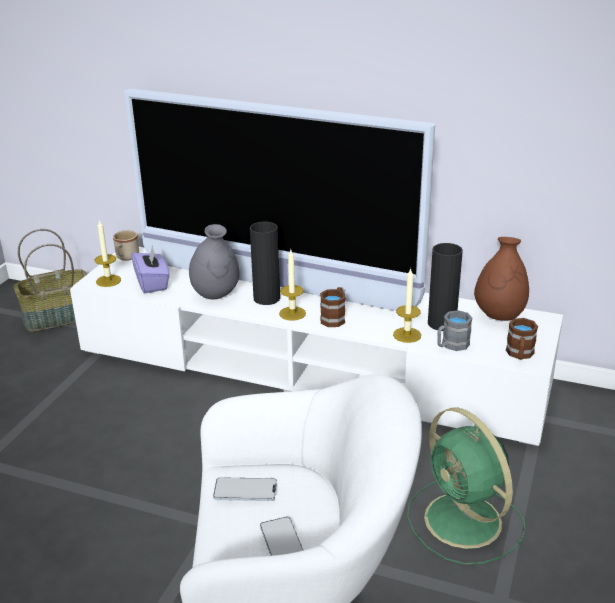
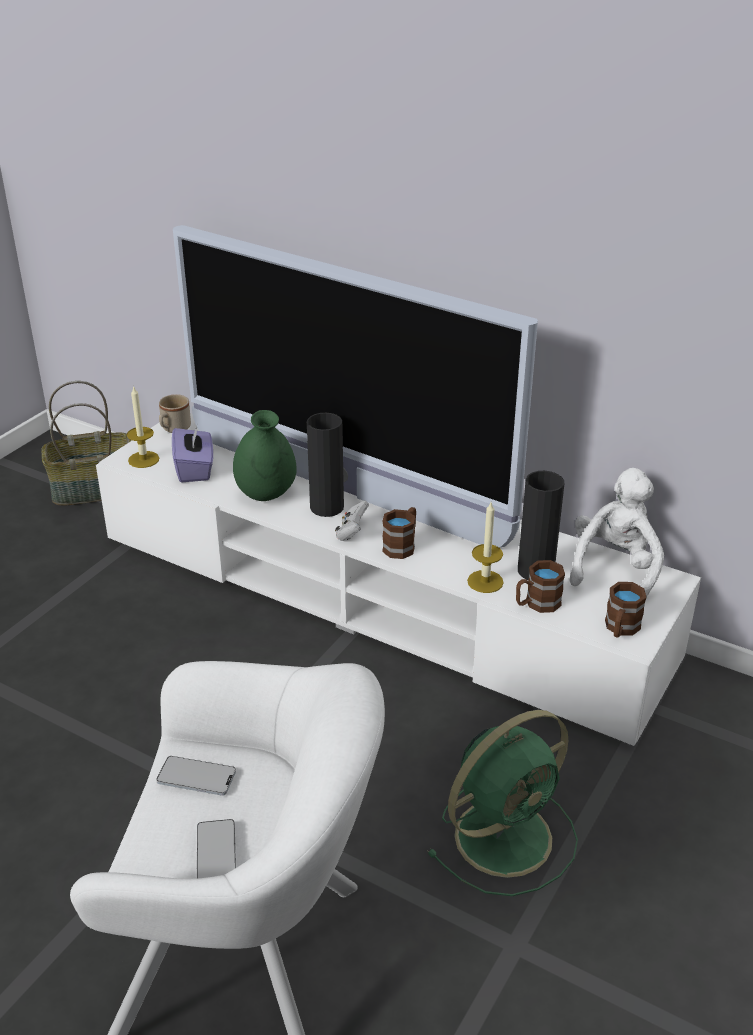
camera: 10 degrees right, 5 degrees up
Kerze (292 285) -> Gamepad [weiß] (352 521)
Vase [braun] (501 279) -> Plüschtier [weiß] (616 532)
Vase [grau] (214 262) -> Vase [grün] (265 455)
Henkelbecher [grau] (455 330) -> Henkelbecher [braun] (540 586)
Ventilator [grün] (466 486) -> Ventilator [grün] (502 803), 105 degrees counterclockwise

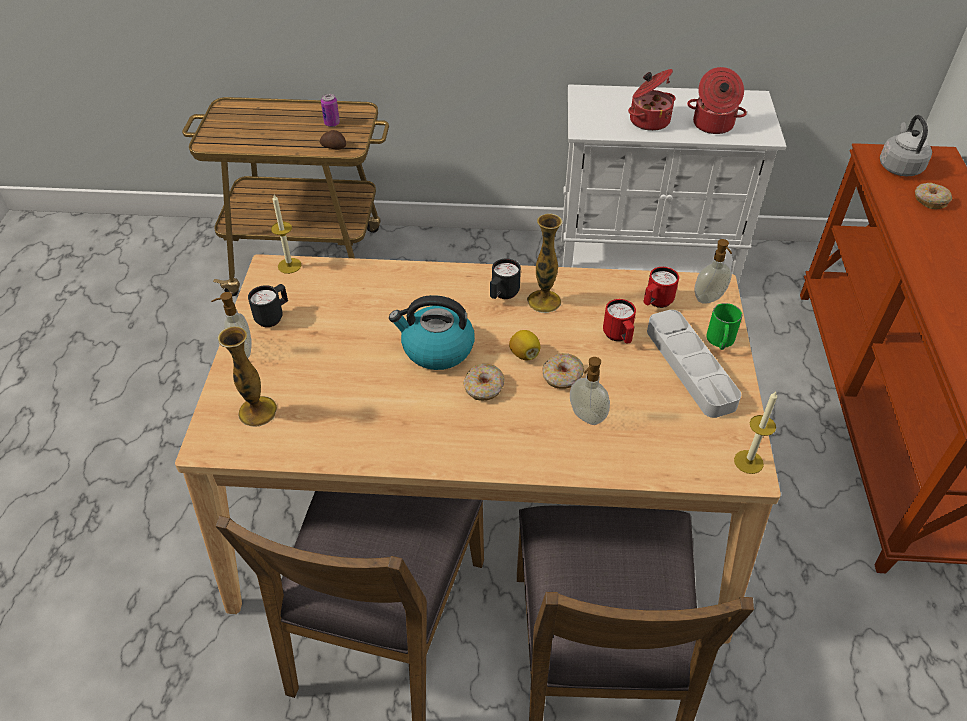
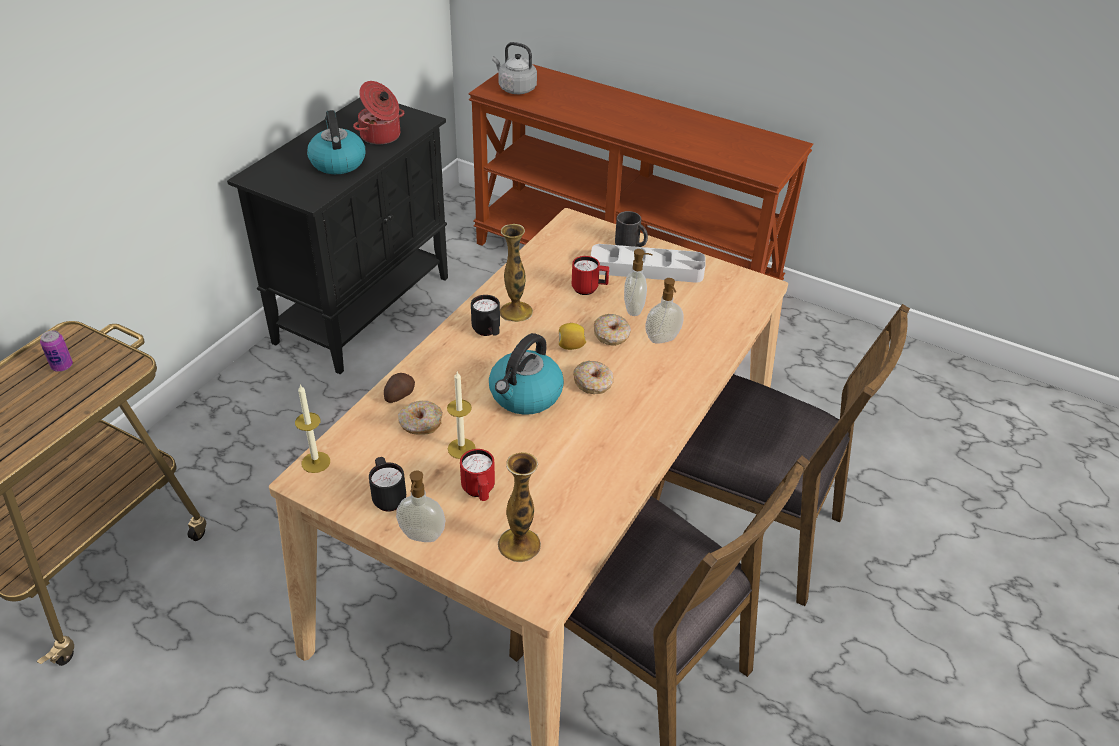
camera: 65 degrees left, 5 degrees down
Kartoffel (333 140) -> Kartoffel (399 388), moved
Henkelbecher [rot] (661 287) -> Henkelbecher [rot] (477 475), moved
Seifenspender (713 271) -> Seifenspender (638 282), moved
Kerze (755 432) -> Kerze (461 415), moved
Donut (933 196) -> Donut (420 418), moved
Kochtopf (652 100) -> Wasserkessel (336 142)
Schrank [weiß] (673 184) -> Schrank [schwarz] (337 236)
Henkelbecher [grün] (724 326) -> Henkelbecher [schwarz] (631 229)

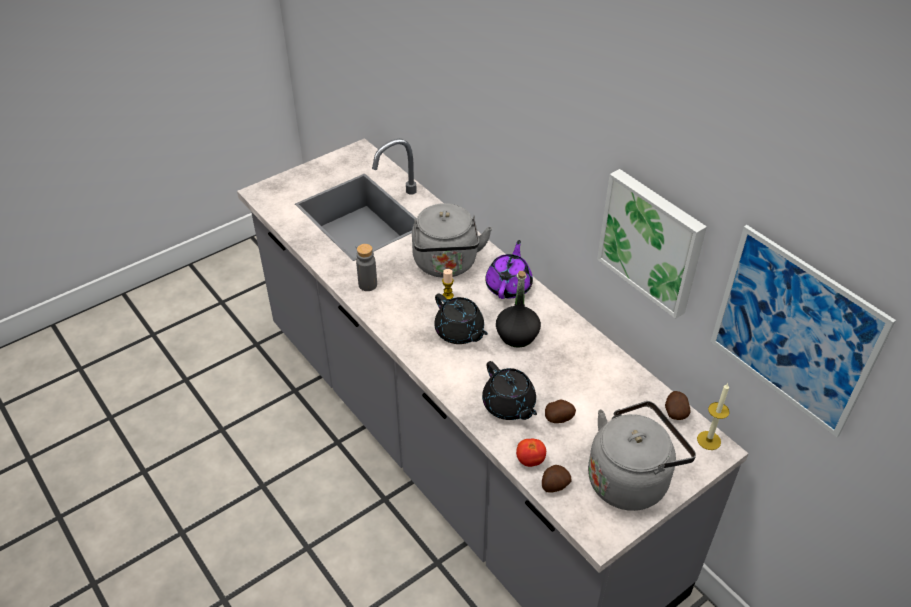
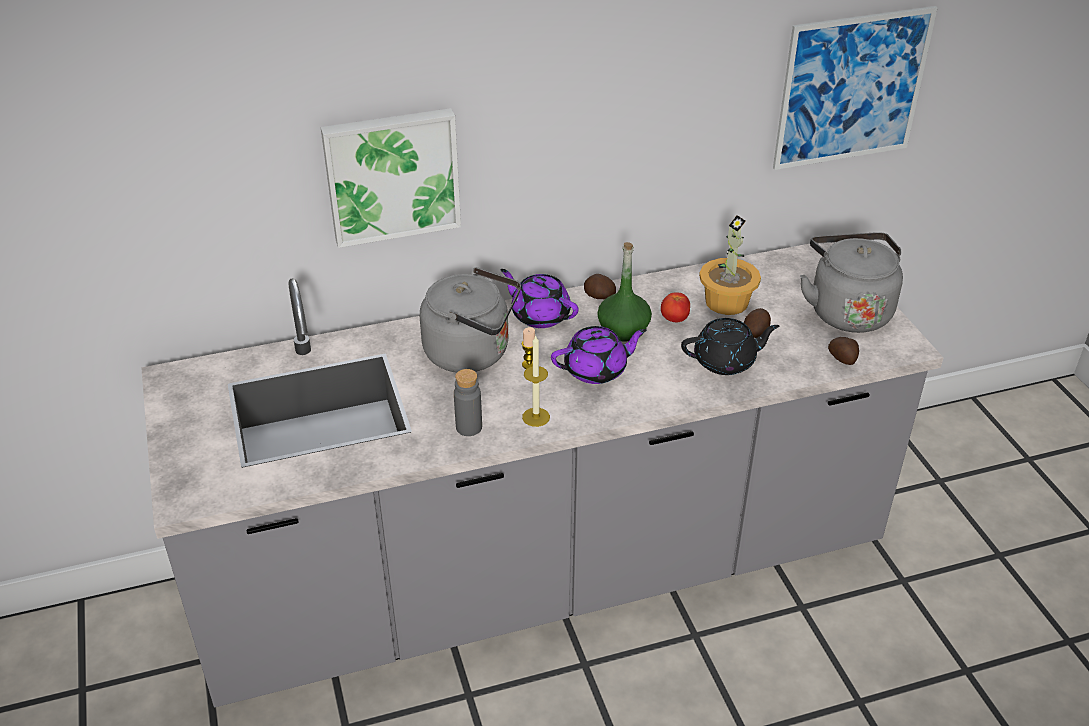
camera: 70 degrees left, 5 degrees down
none -> Topfpflanze (730 265)
Tomate (531 452) -> Tomate (675 307), moved
Bild (652 244) -> Bild (391 178), moved
Kartoffel (677 405) -> Kartoffel (600 287), moved
Kerze (713 416) -> Kerze (536 381), moved
Teekanne [schwarz] (461 318) -> Teekanne [lila] (599 355)
Flasche [schwarz] (518 309) -> Flasche [grün] (624 292)

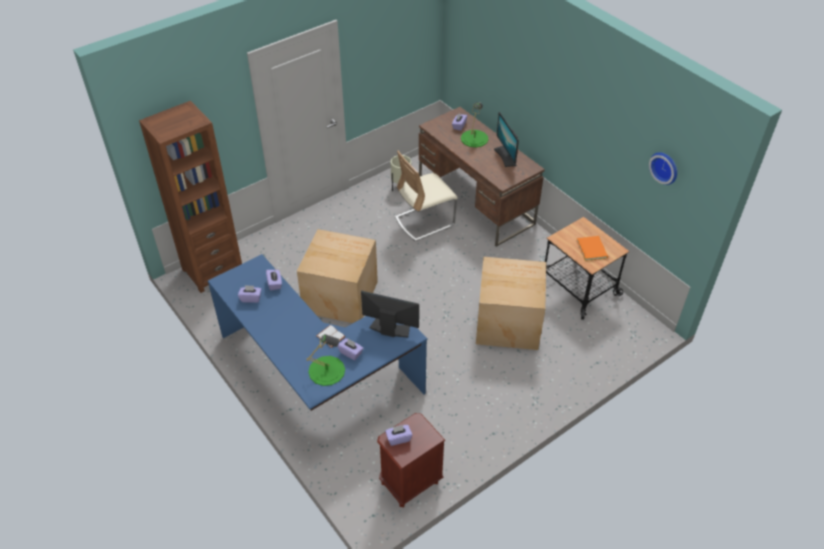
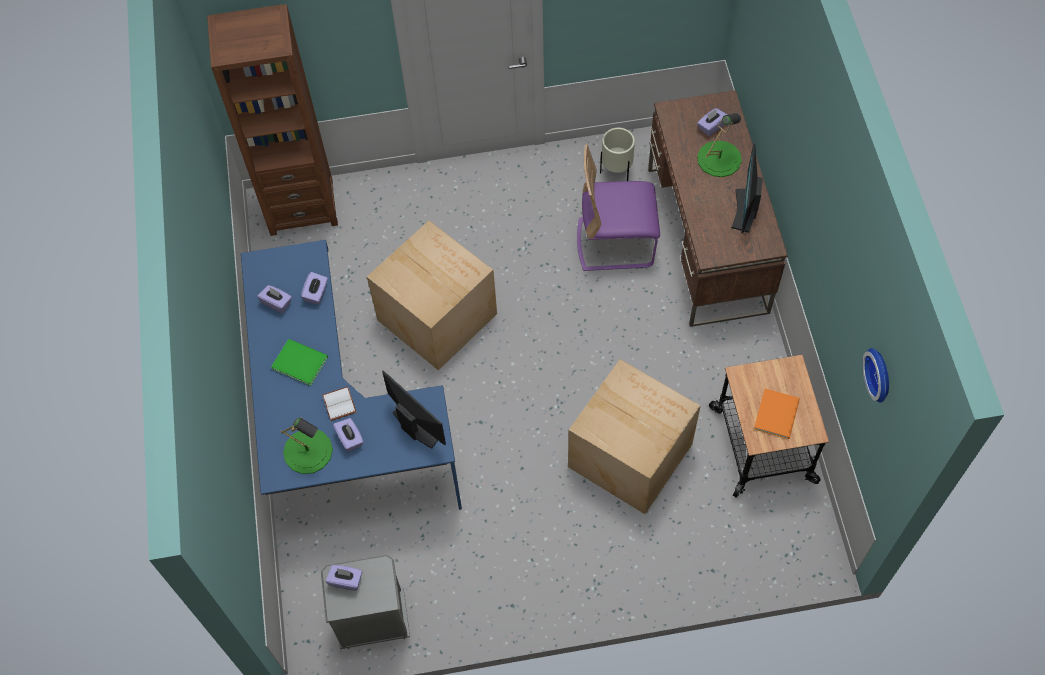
camera: 30 degrees right, 15 degrees up
none -> Buch [grün] (299 362)
Nachttisch [braun] (411 460) -> Nachttisch [grau] (365 602)
Stuhl [beige] (426 195) -> Stuhl [lila] (618 207)

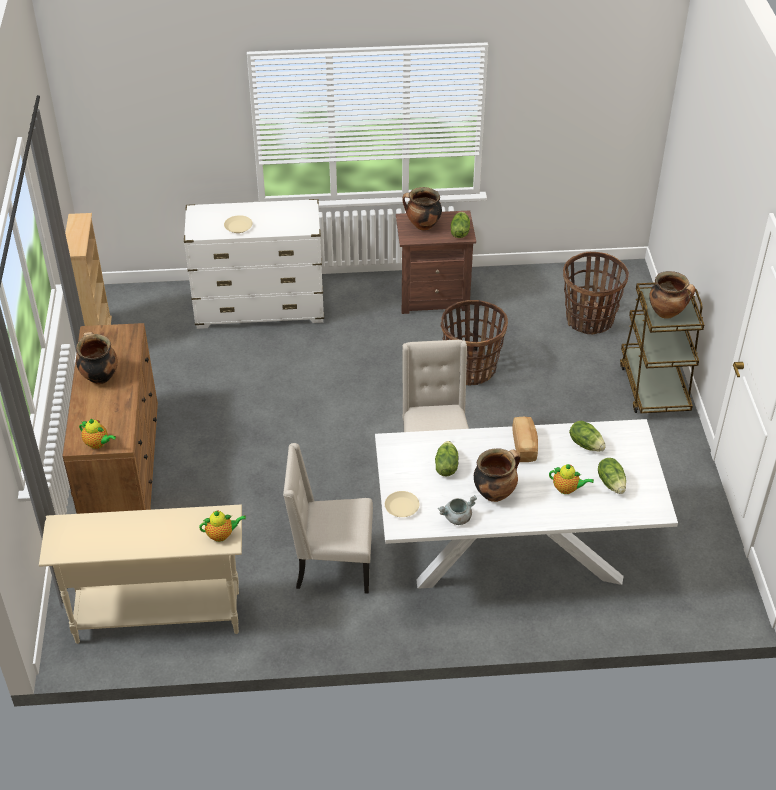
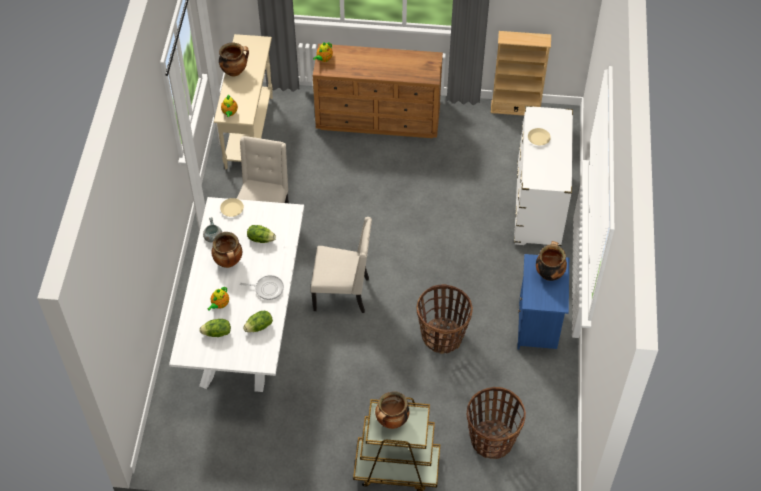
camera: 100 degrees right, 10 degrees up
Salatkopf (460 225) -> none
Kochtopf (97 358) -> Kochtopf (234 60), moved
Brot (525 439) -> Pfanne (262 287)
Nachttisch [braun] (436 262) -> Nachttisch [blau] (543 302)

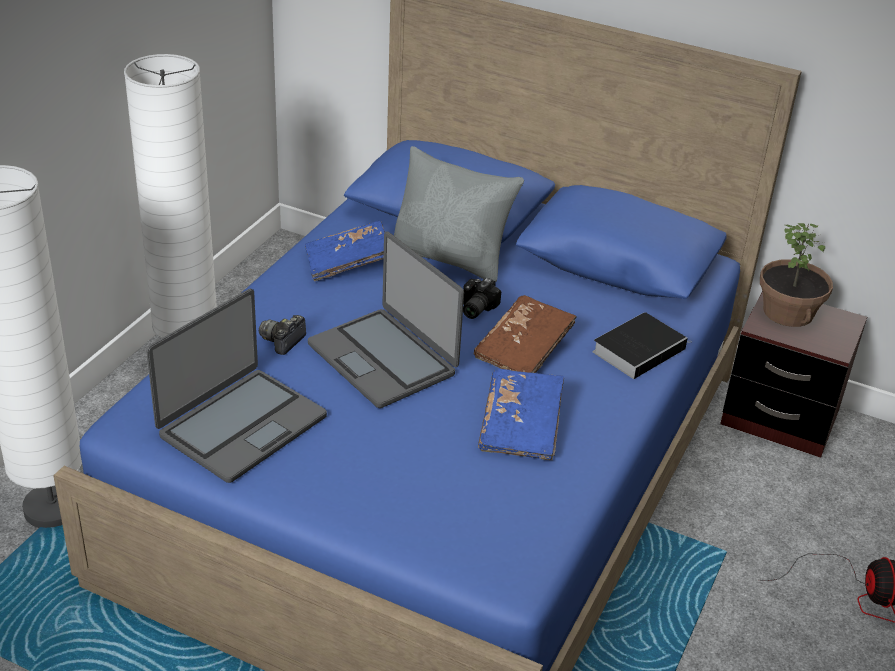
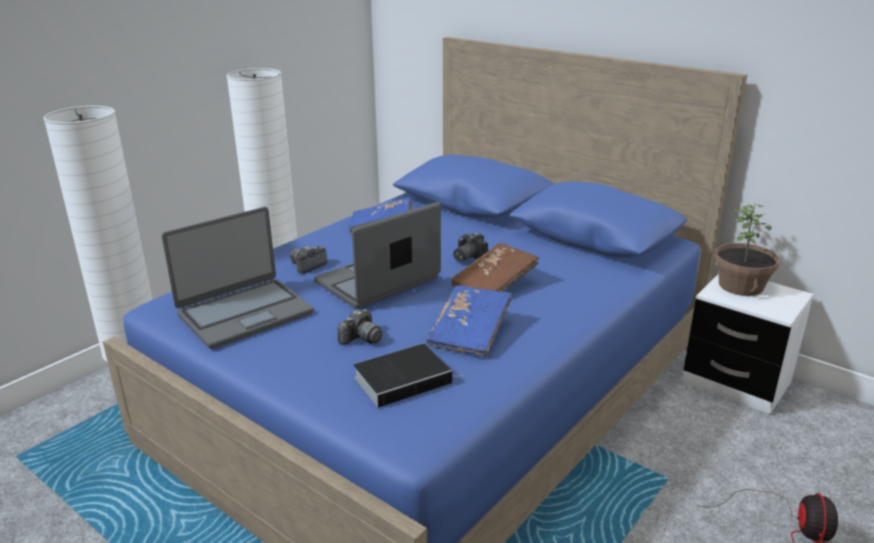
camera: 15 degrees right, 10 degrees down
Kissen [grau] (459 214) -> none
none -> Kamera (359 327)
Buch (642 345) -> Buch (408 376), moved
Nachttisch [braun] (793 374) -> Nachttisch [weiß] (748 344)
Laptop (386 319) -> Laptop (377 255), 75 degrees clockwise

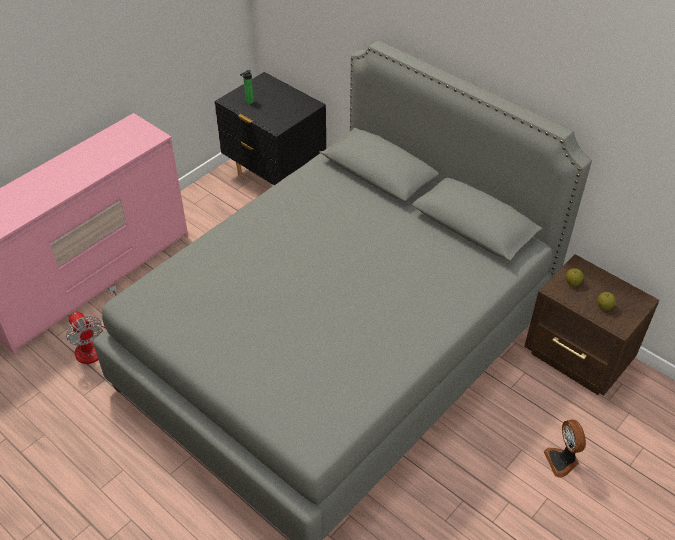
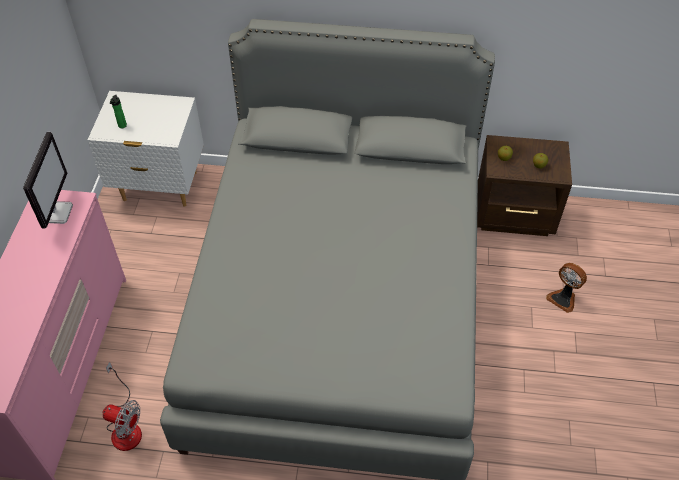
camera: 35 degrees left, 5 degrees up
none -> Monitor (48 180)
Nachttisch [schwarz] (270 128) -> Nachttisch [weiß] (146 149)

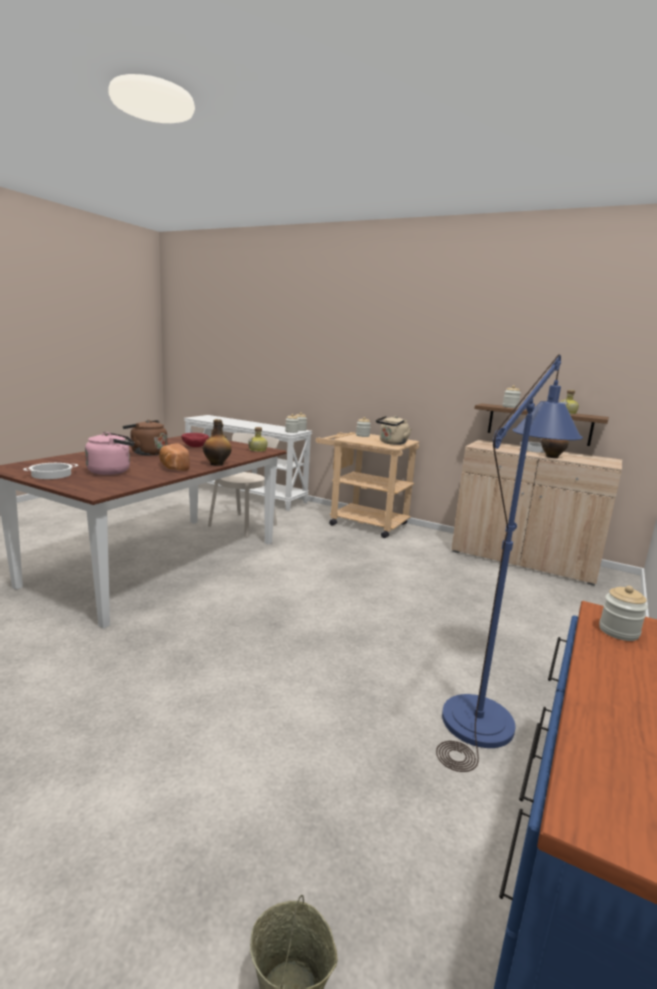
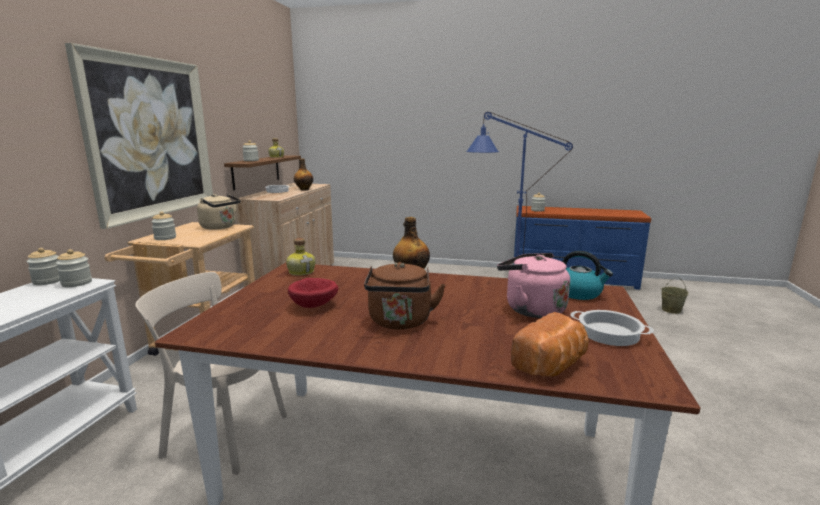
camera: 105 degrees left, 0 degrees up
none -> Bild (139 136)
none -> Wasserkessel (587 275)
Brot (174 457) -> Brot (550 344), moved

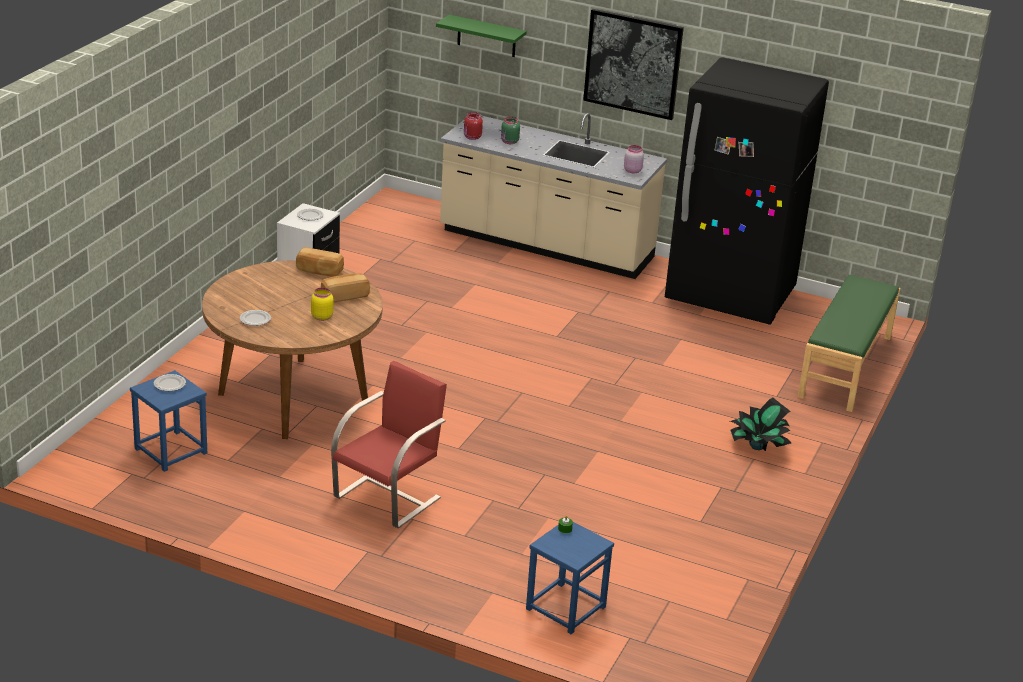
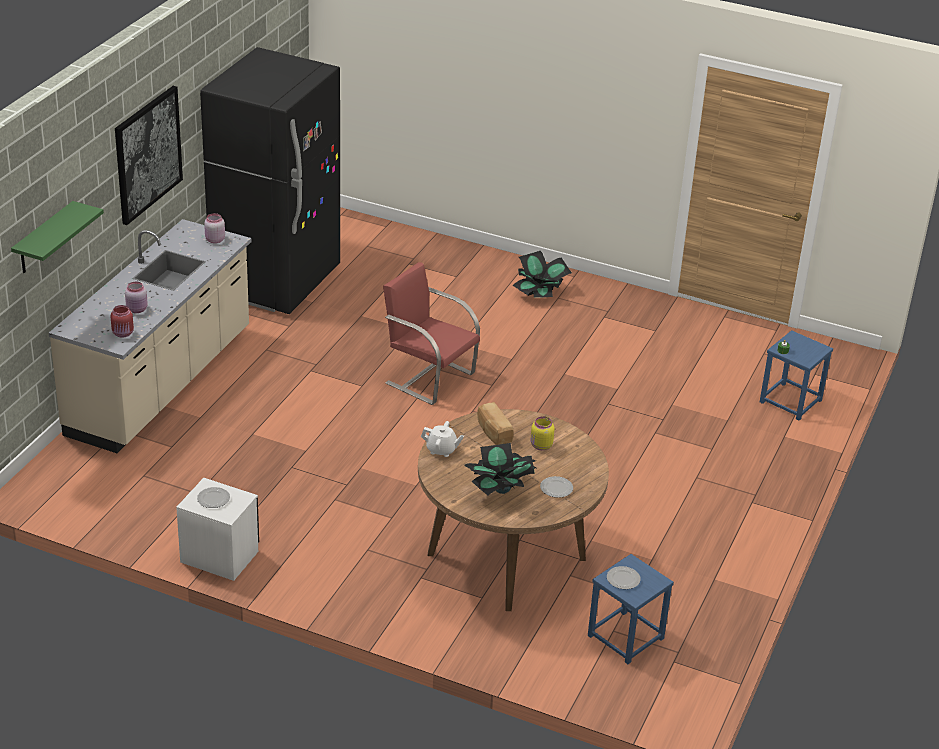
camera: 90 degrees left, 5 degrees up
Bank [grün] (849 343) -> none
none -> Topfpflanze (500 469)
Stuhl [rot] (389 444) -> Stuhl [rot] (431 333), moved
Brot (320 261) -> Teekanne [weiß] (442 439)
Vorratsglas [grün] (510 130) -> Vorratsglas [rosa] (136 297)

